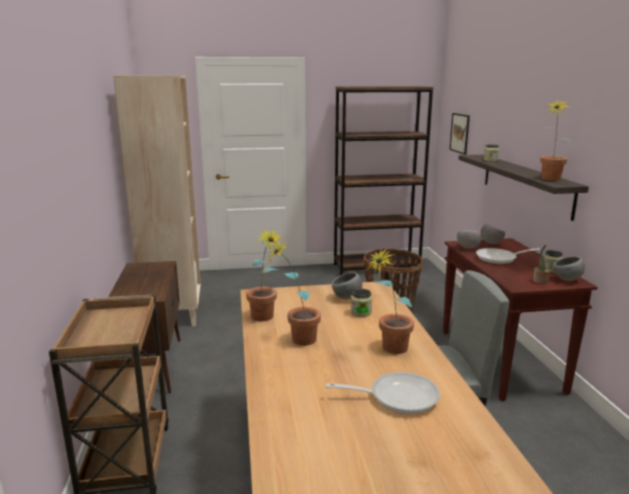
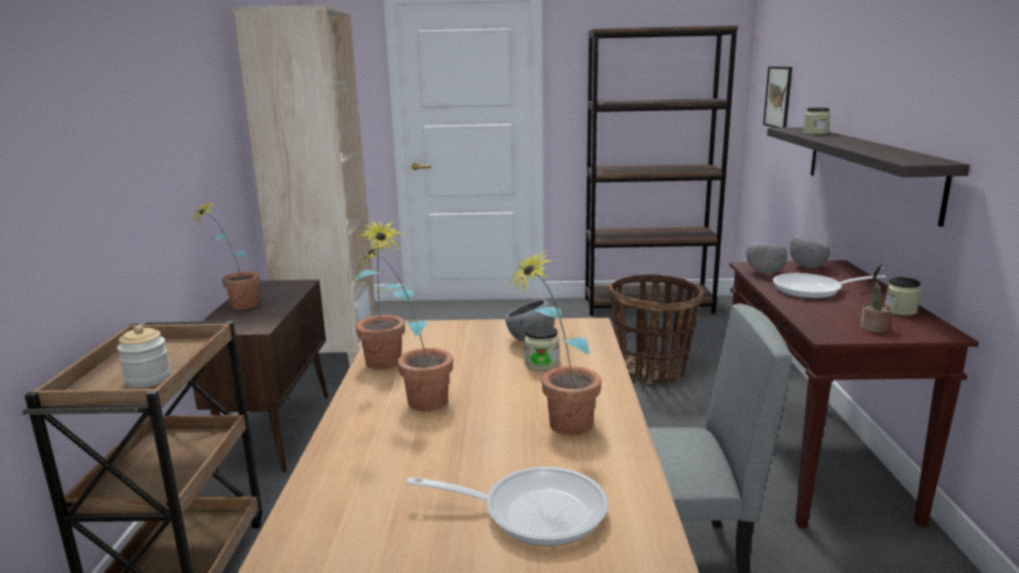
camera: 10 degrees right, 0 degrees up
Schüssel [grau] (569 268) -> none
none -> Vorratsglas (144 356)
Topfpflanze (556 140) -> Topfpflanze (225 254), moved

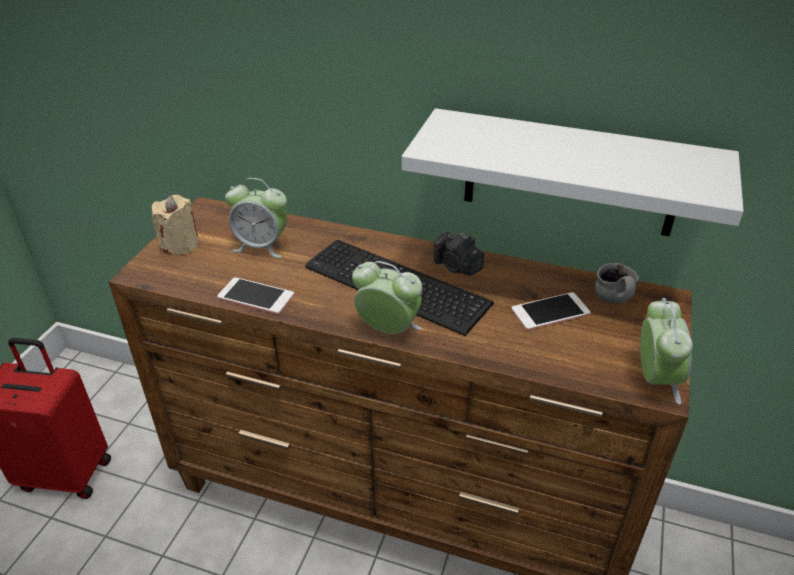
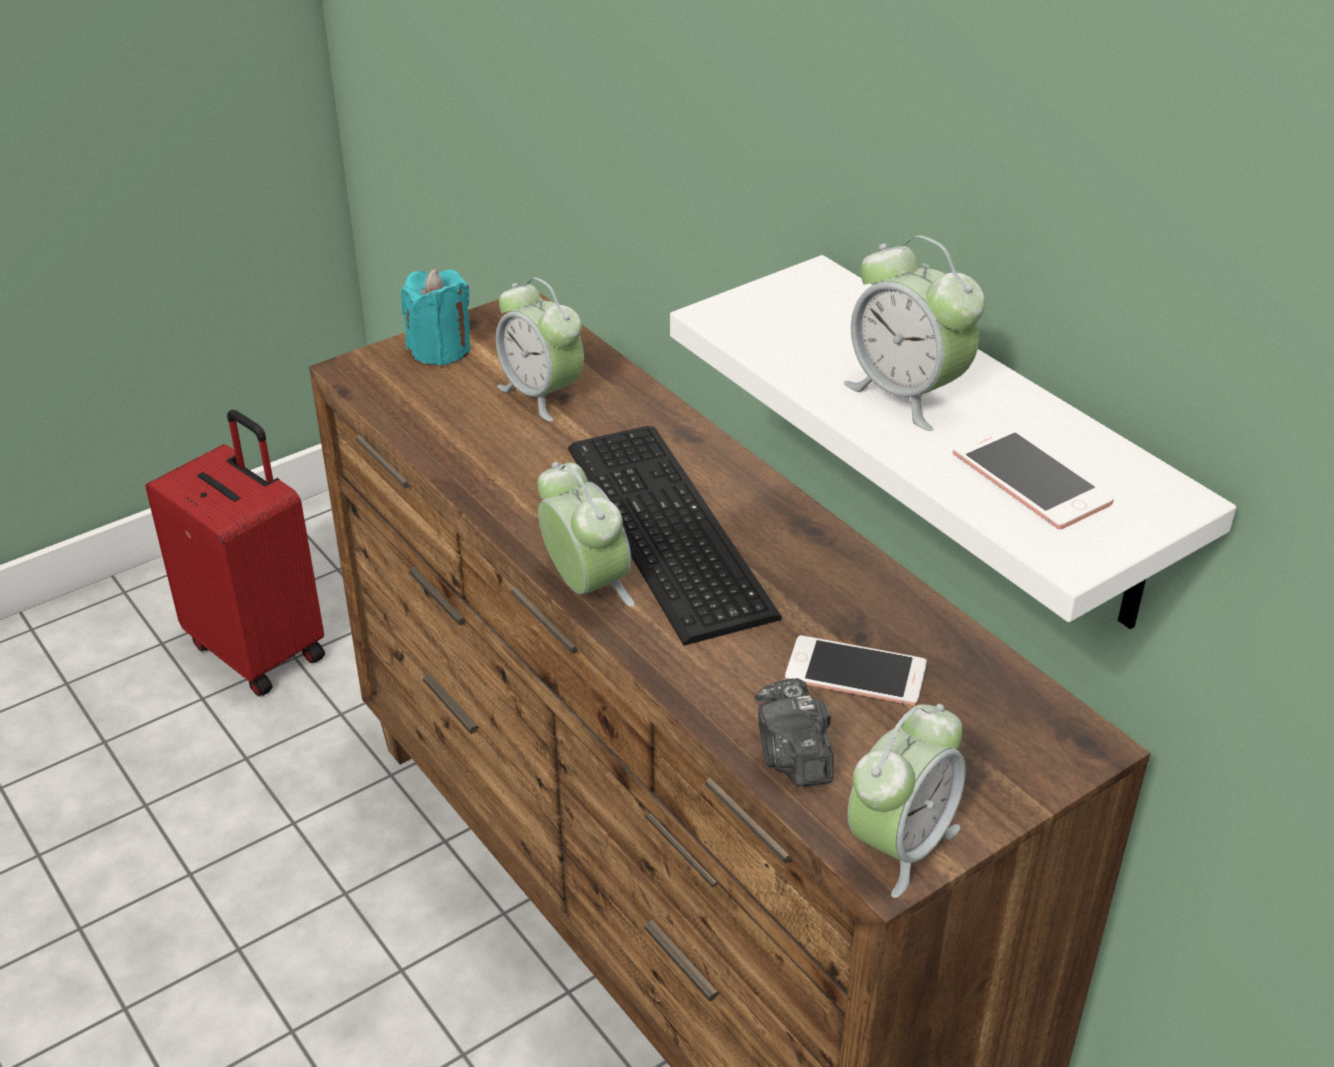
camera: 35 degrees right, 0 degrees up
Henkelbecher (617 283) -> none
none -> Wecker (914 333)
Handy (255 295) -> Handy (1033 477), moved
Kamera (459 254) -> Kamera (794 732), moved
Kerze [beige] (175 225) -> Kerze [türkis] (435 317)

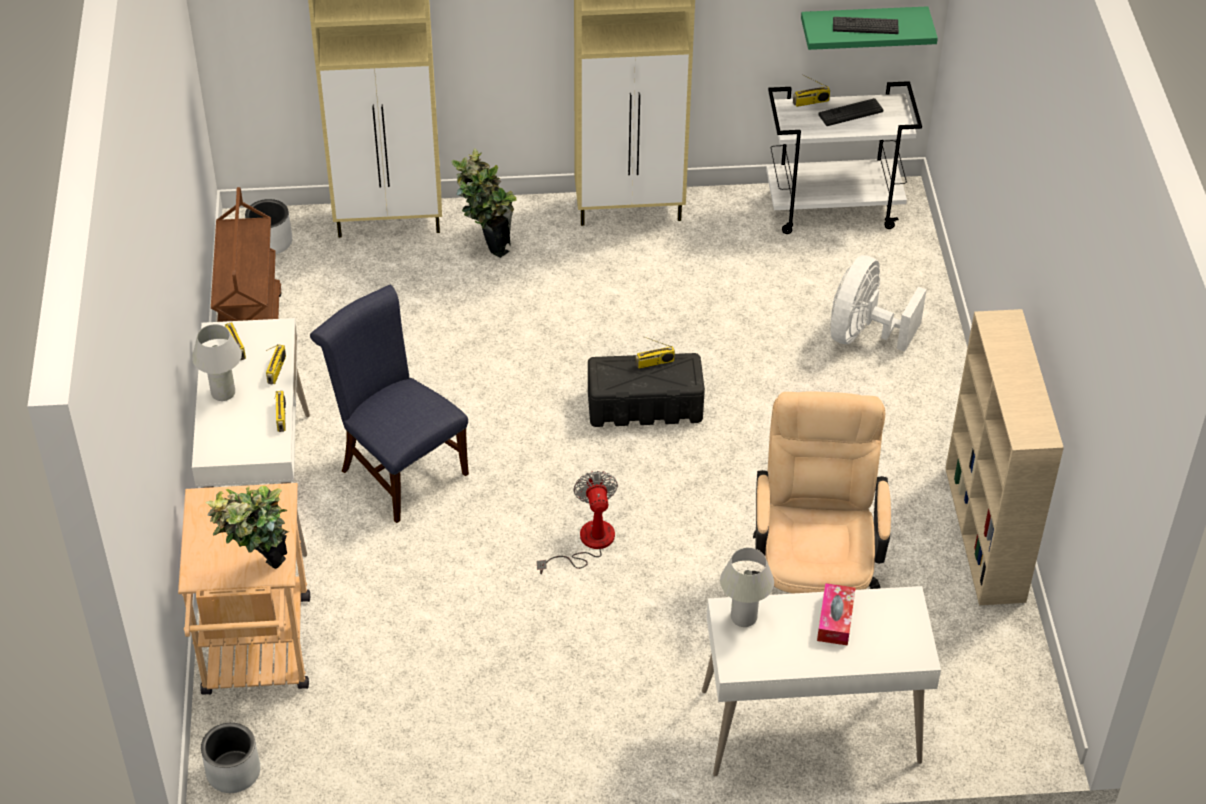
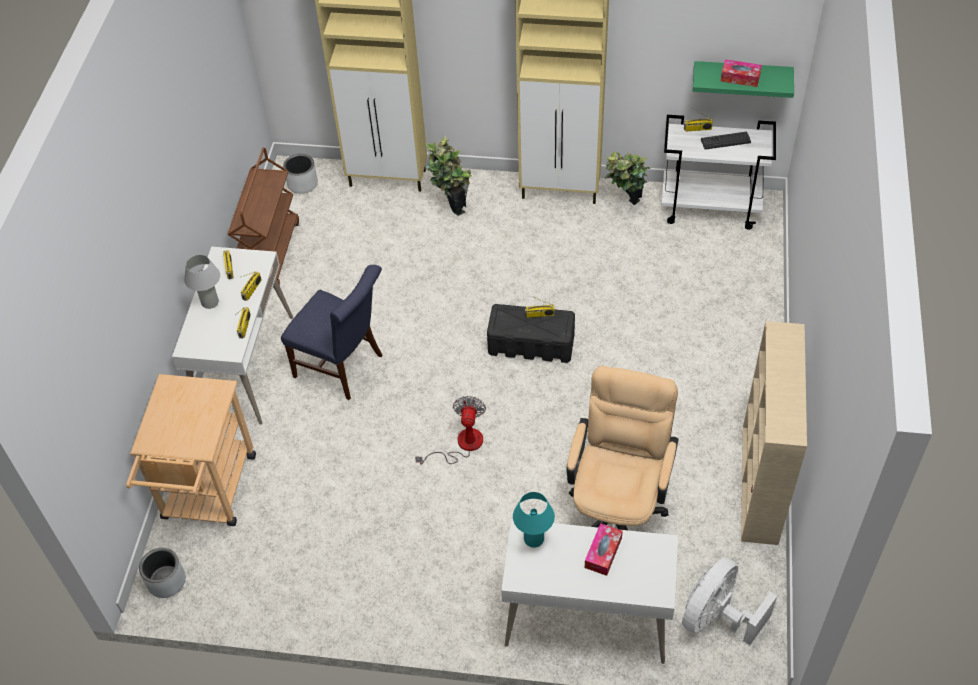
camera: 15 degrees right, 5 degrees up
Topfpflanze (247 527) -> Topfpflanze (627 178), moved
Ventilator [weiß] (879 303) -> Ventilator [weiß] (729 601), moved
Tastatur (866 25) -> Taschentuchbox (741 73)
Tischlampe [weiß] (747 587) -> Tischlampe [türkis] (534 520)
Stuhl [blau] (389 404) -> Stuhl [blau] (332 332), 150 degrees clockwise

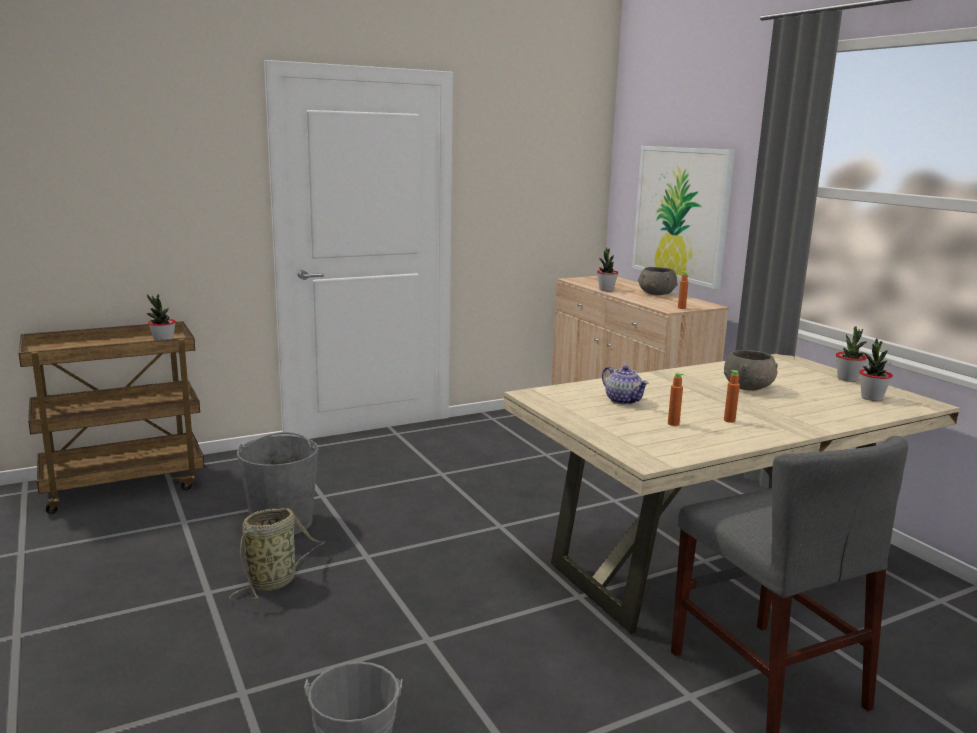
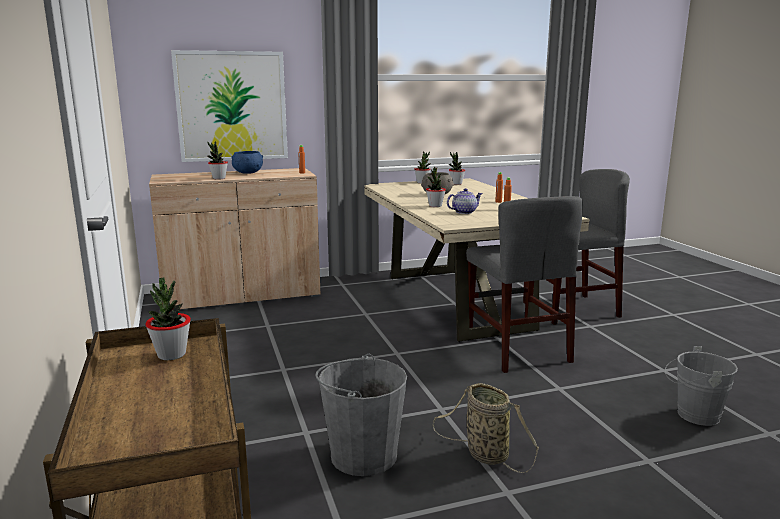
camera: 80 degrees left, 0 degrees up
none -> Topfpflanze (436 186)
none -> Stuhl [grau] (524 284)
Schüssel [grau] (658 281) -> Schüssel [blau] (247 162)

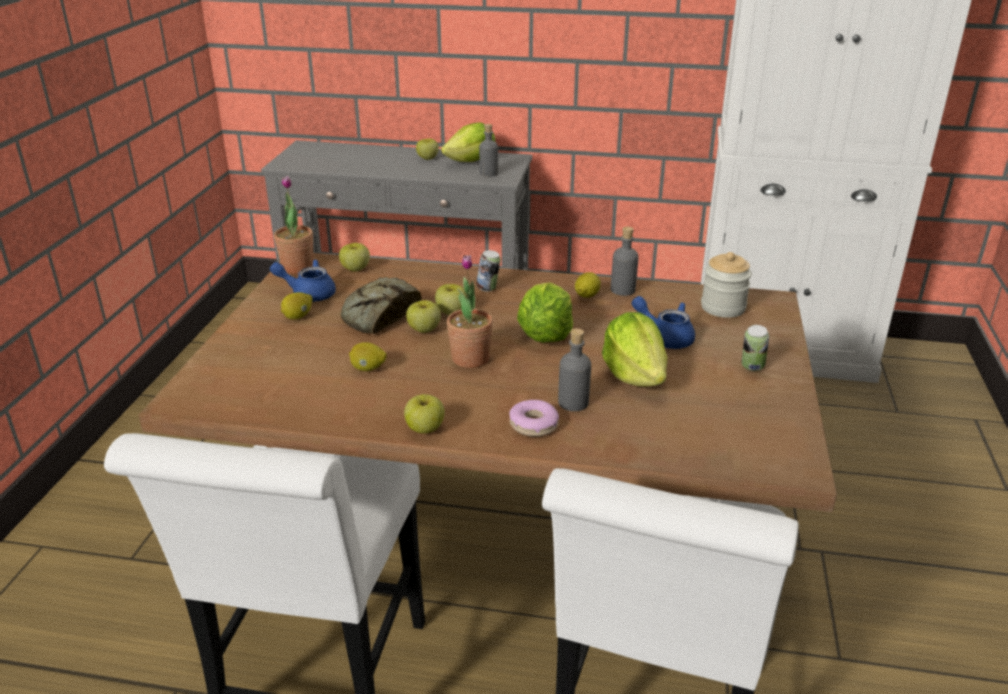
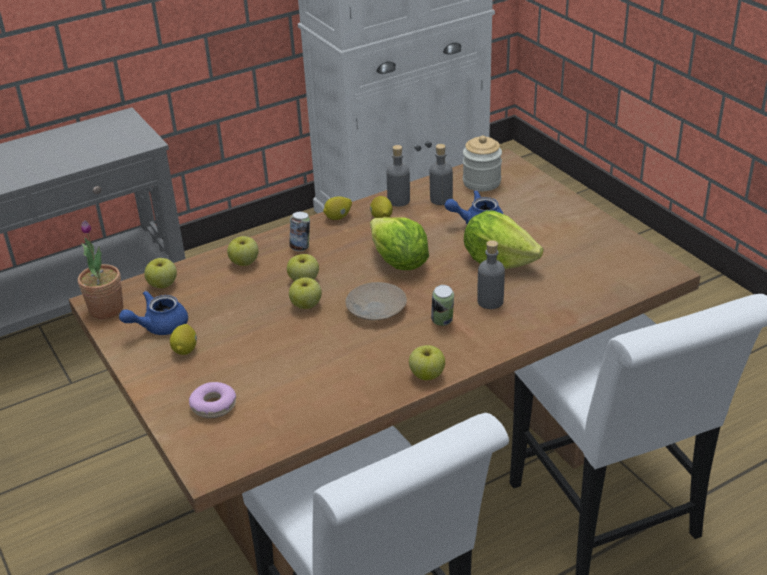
camera: 40 degrees left, 5 degrees up
Brot (381 305) -> none
Salatkopf (468 142) -> none
Zitrone (368 356) -> Zitrone (337 208), moved
Apfel (427 149) -> Apfel (243 251), moved
Flasche [grau] (488 150) -> Flasche [grau] (441 174), moved
Donut (534 418) -> Donut (212 400), moved
Dose (755 348) -> Dose (442 305), moved
Topfpflanze (470 311) -> Teller [beige] (376 301)

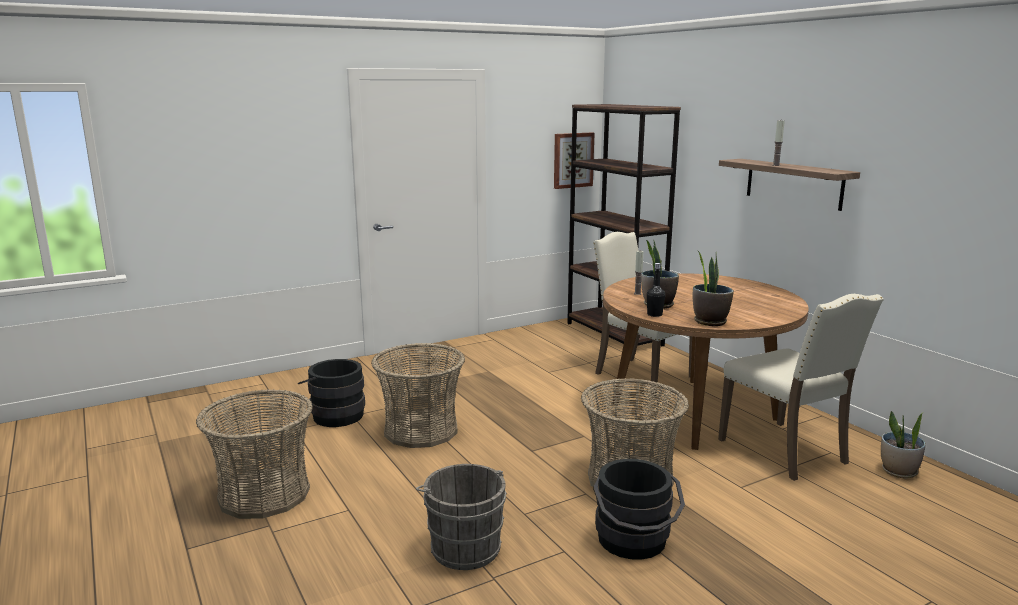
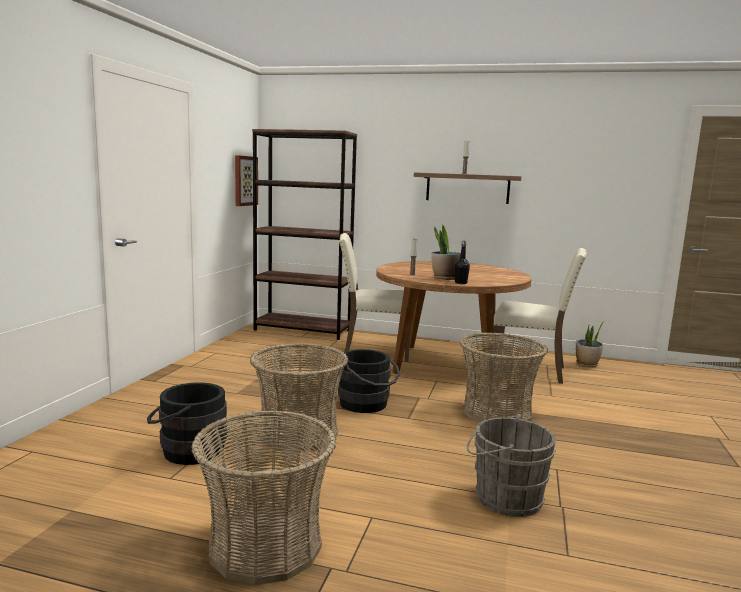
camera: 45 degrees left, 5 degrees down
Topfpflanze (713 288) -> none
Eimer [schwarz] (639 509) -> Eimer [schwarz] (369 381), moved

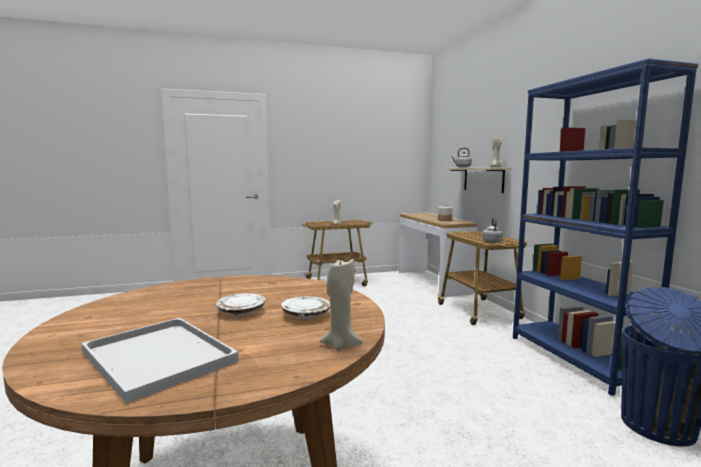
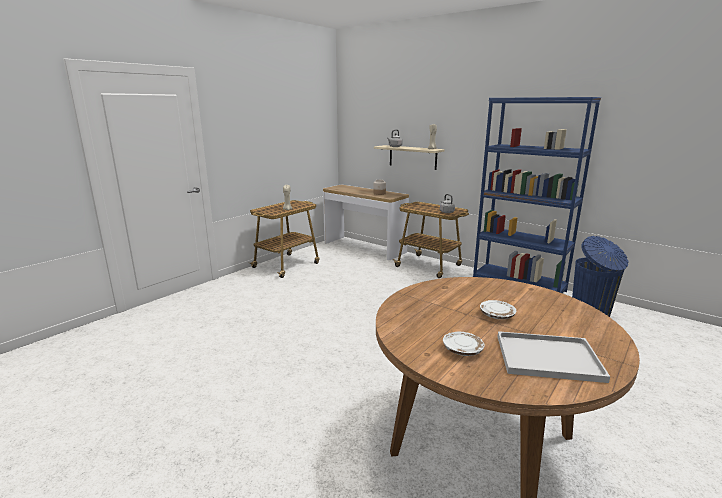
camera: 35 degrees left, 10 degrees up
Kerze [beige] (341 305) -> none
Teller [weiß] (305 307) -> Teller [weiß] (464 343), moved

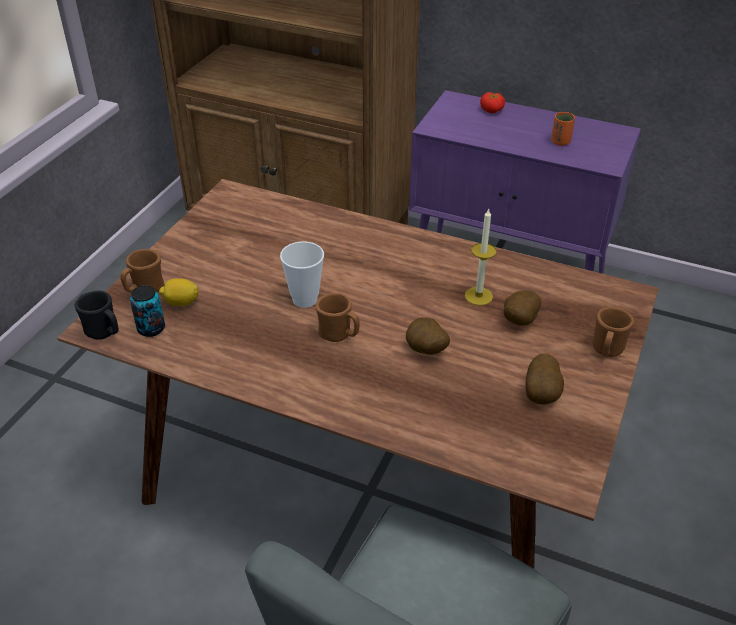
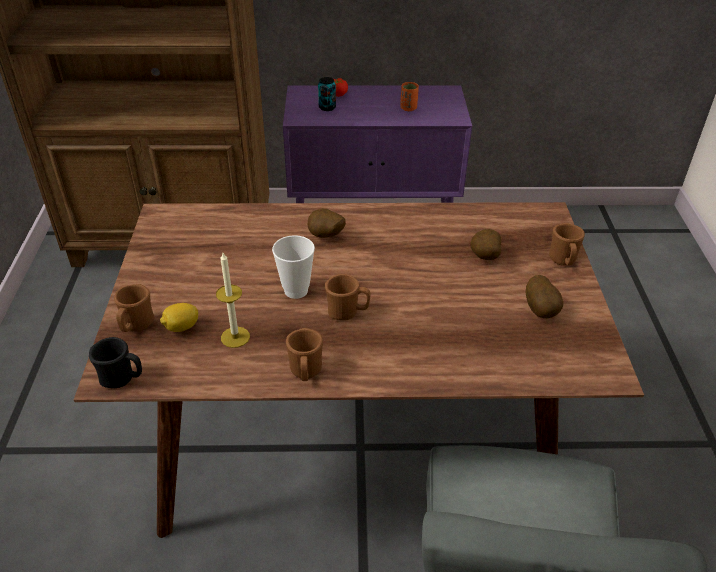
camera: 25 degrees left, 0 degrees up
none -> Henkelbecher [braun] (304 354)
Dose (147 311) -> Dose (327 94), moved
Kartoffel (428 336) -> Kartoffel (327 223), moved
Kerze (481 257) -> Kerze (233 300), moved

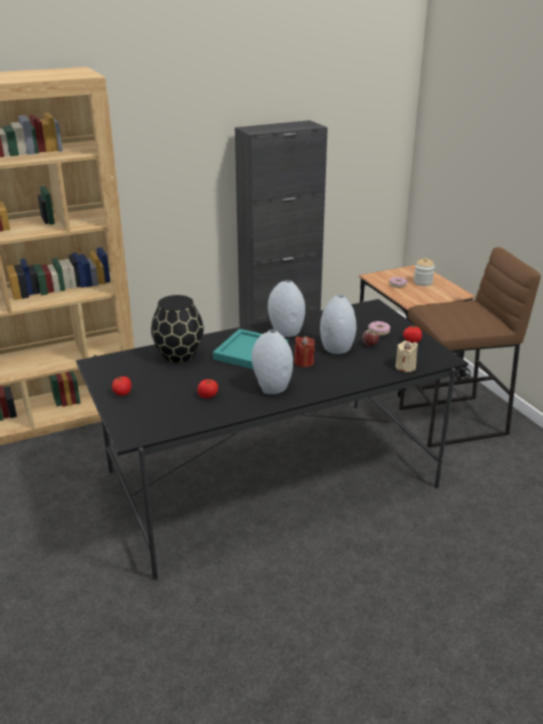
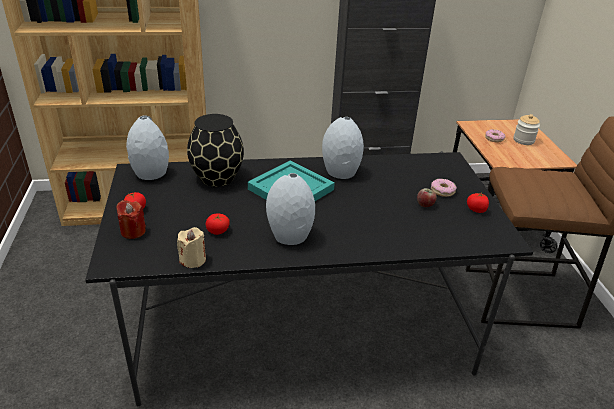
camera: 15 degrees right, 5 degrees up
Kerze [rot] (304 351) -> Kerze [rot] (131 219), moved
Vase [grau] (338 324) -> Vase [grau] (147 147), moved
Kerze [beige] (406 356) -> Kerze [beige] (191 247), moved

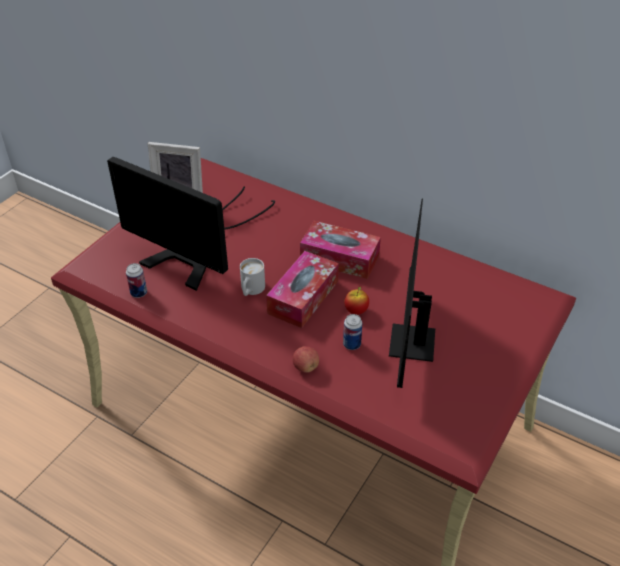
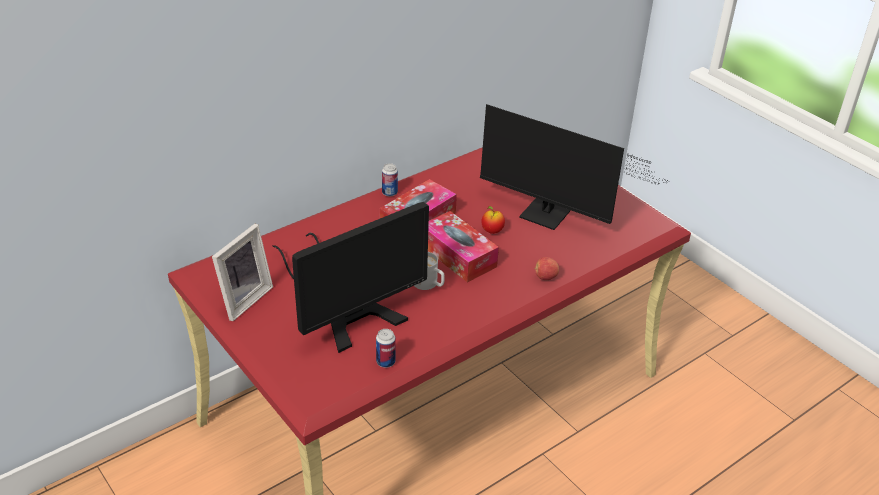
camera: 70 degrees left, 5 degrees down
Dose (352 332) -> Dose (390 180), moved

